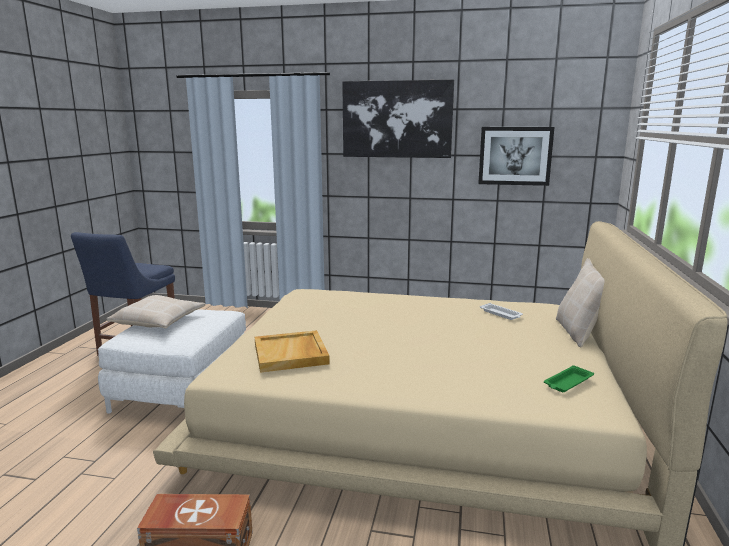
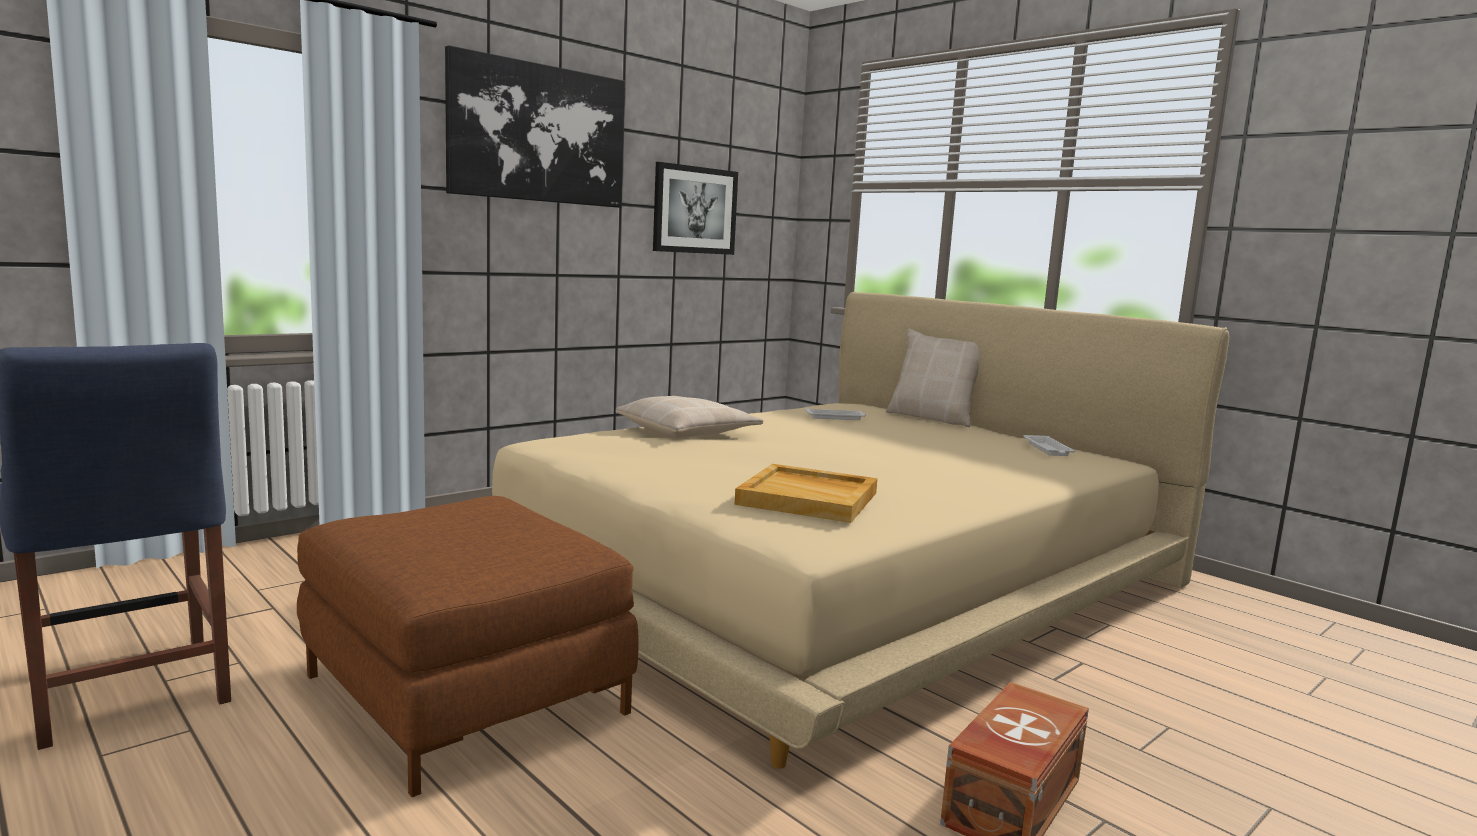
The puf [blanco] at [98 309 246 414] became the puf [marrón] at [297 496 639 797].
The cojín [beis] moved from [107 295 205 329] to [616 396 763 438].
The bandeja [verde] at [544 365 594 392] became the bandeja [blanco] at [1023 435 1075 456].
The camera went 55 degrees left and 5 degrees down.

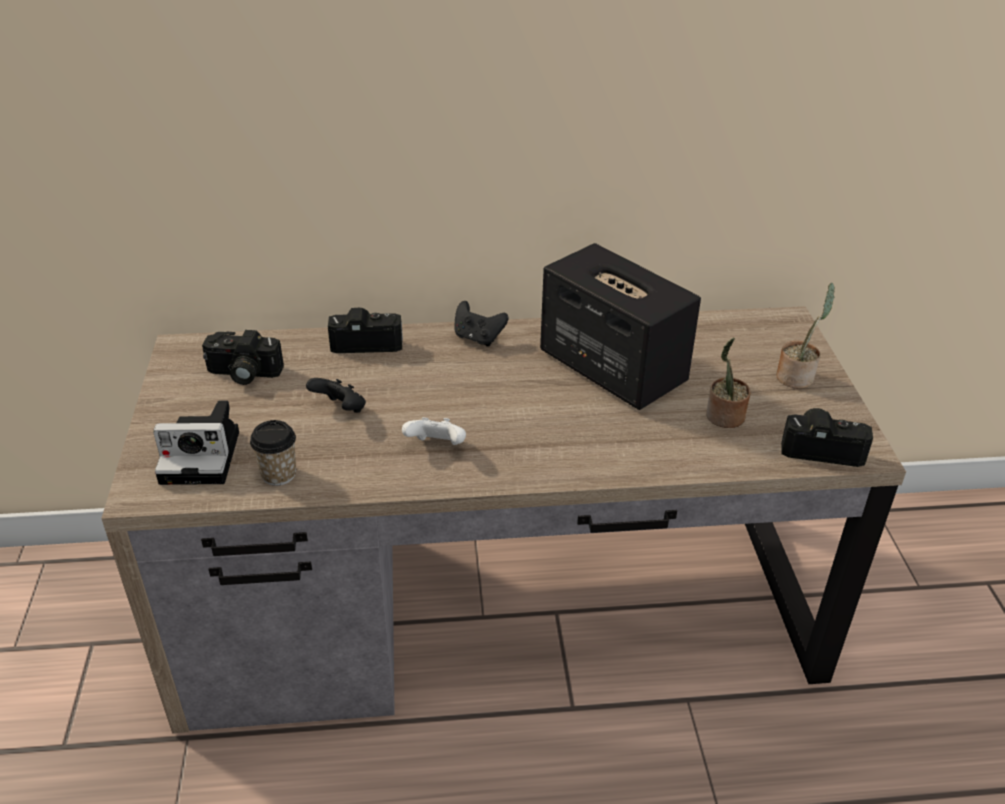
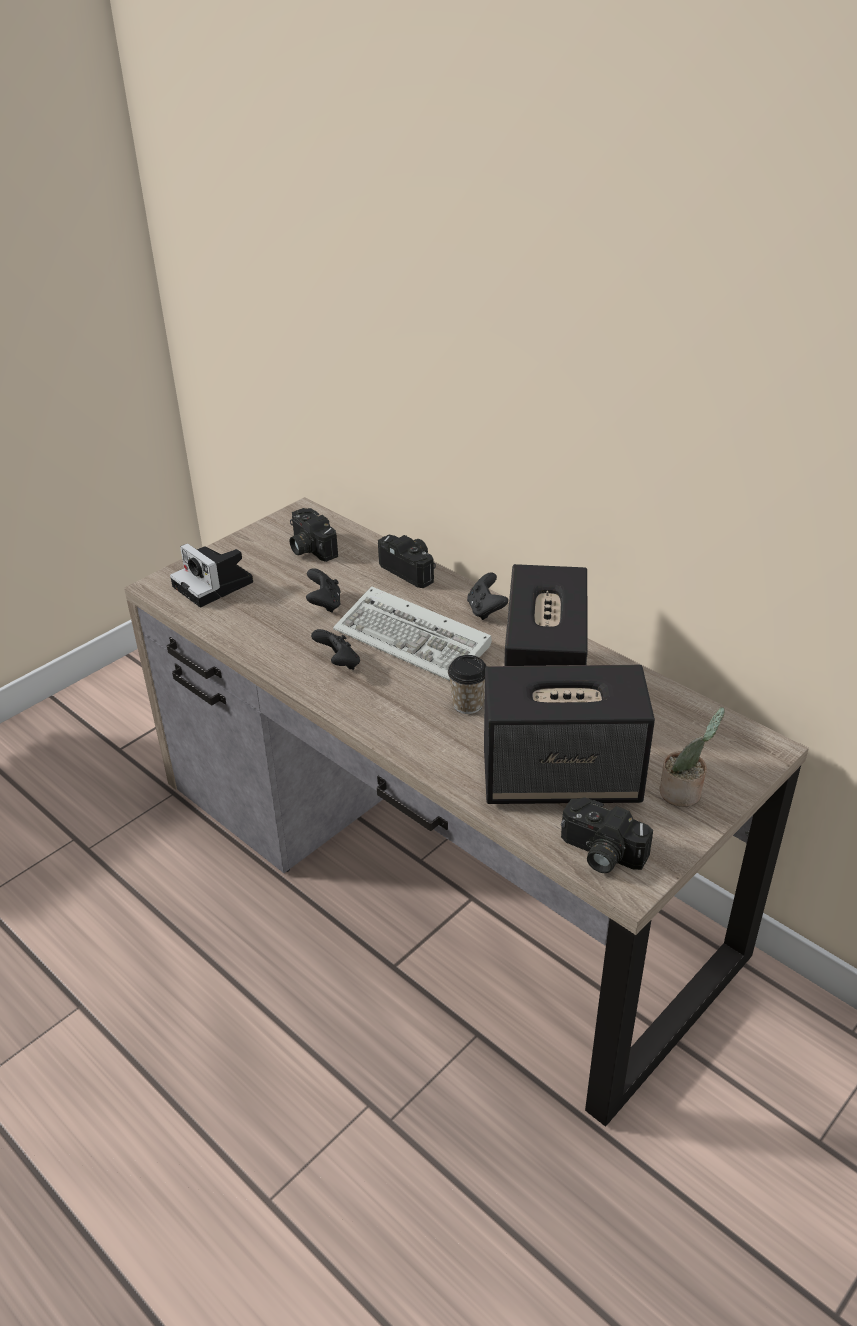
The taza moved from [250 420 296 486] to [448 655 487 714].
The mando de consola [blanco] at [402 417 466 445] became the mando de consola [negro] at [311 629 360 670].
The planta en maceta at [706 338 751 428] was replaced by the altavoz at [484 665 655 804].
The cámara at [781 408 873 467] turned 150 degrees clockwise.
The teclado at [333 586 492 681] appeared.
The camera went 50 degrees right and 0 degrees up.

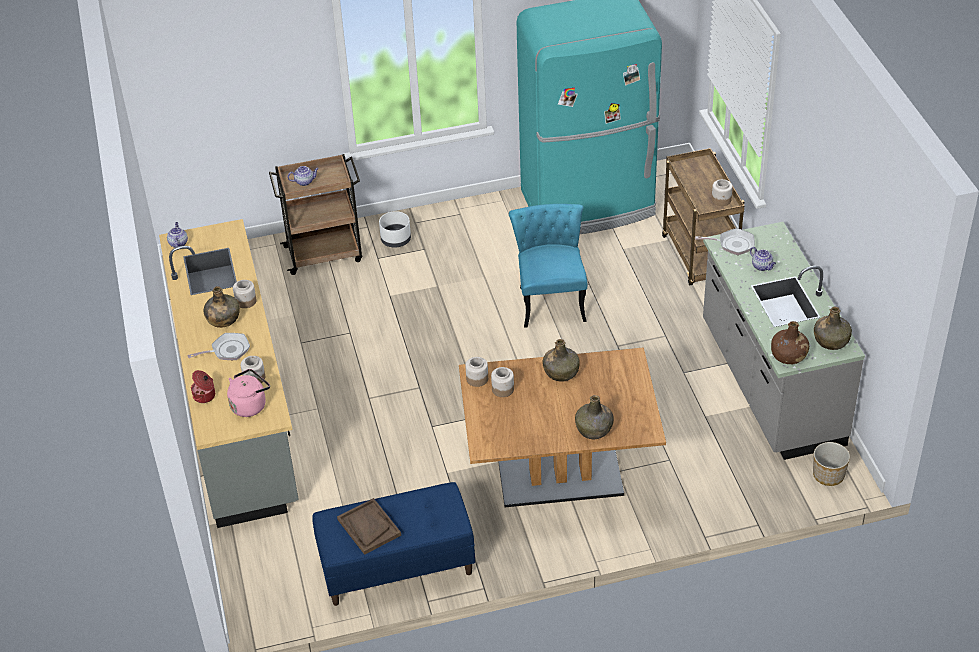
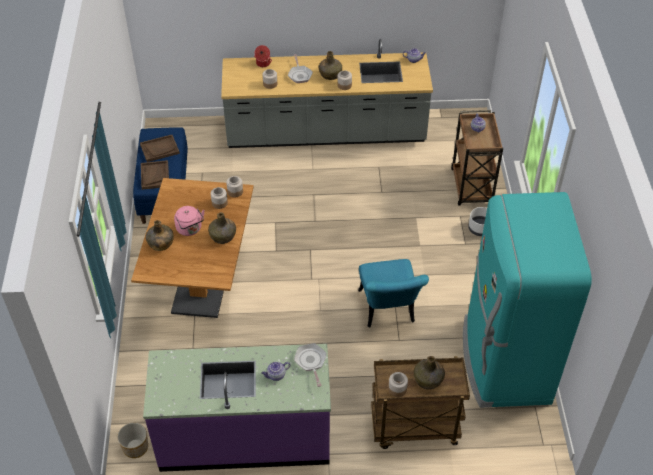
The hervidor [rosa] moved from [227 369 270 417] to [174 206 205 236].
The silla [turquesa] at [509 204 587 328] turned 75 degrees clockwise.
The sartén at [695 228 755 255] turned 150 degrees clockwise.
The mueble bajo de cocina [gris] at [703 222 865 460] became the mueble bajo de cocina [morado] at [143 344 331 472].
The botella [marrón] at [771 321 809 365] disappeared.
The botella [verde] moved from [814 307 852 350] to [414 356 445 390].
The bandeja [marrón] at [141 160 169 190] appeared.
The camera went 100 degrees right and 5 degrees up.

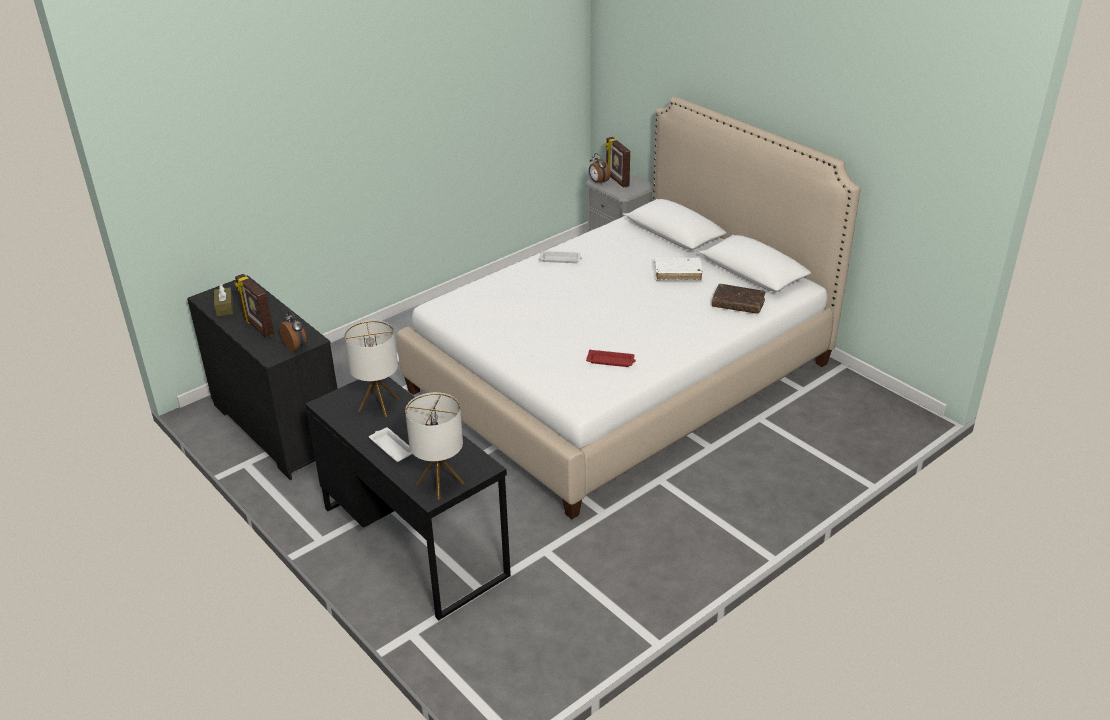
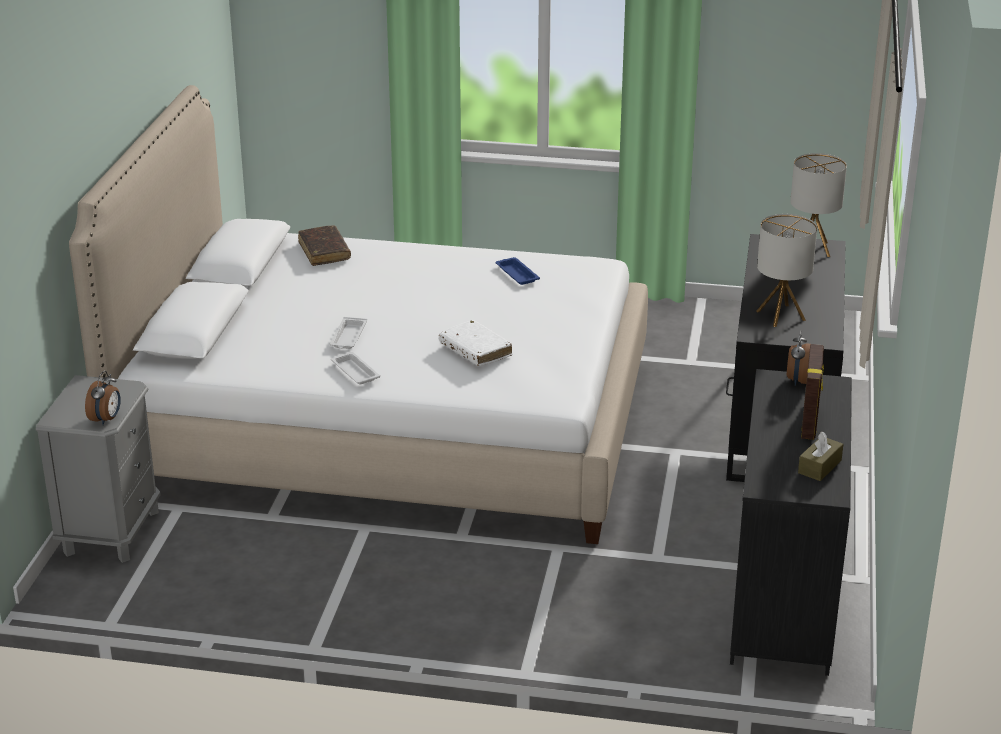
The bandeja [blanco] moved from [369 428 412 462] to [330 317 367 349].
The bandeja [rojo] at [586 349 636 367] became the bandeja [azul] at [496 257 540 285].
The portarretratos at [605 137 630 188] disappeared.
The libro [blanco] moved from [654 257 703 281] to [439 320 513 366].
The camera went 130 degrees left and 5 degrees down.

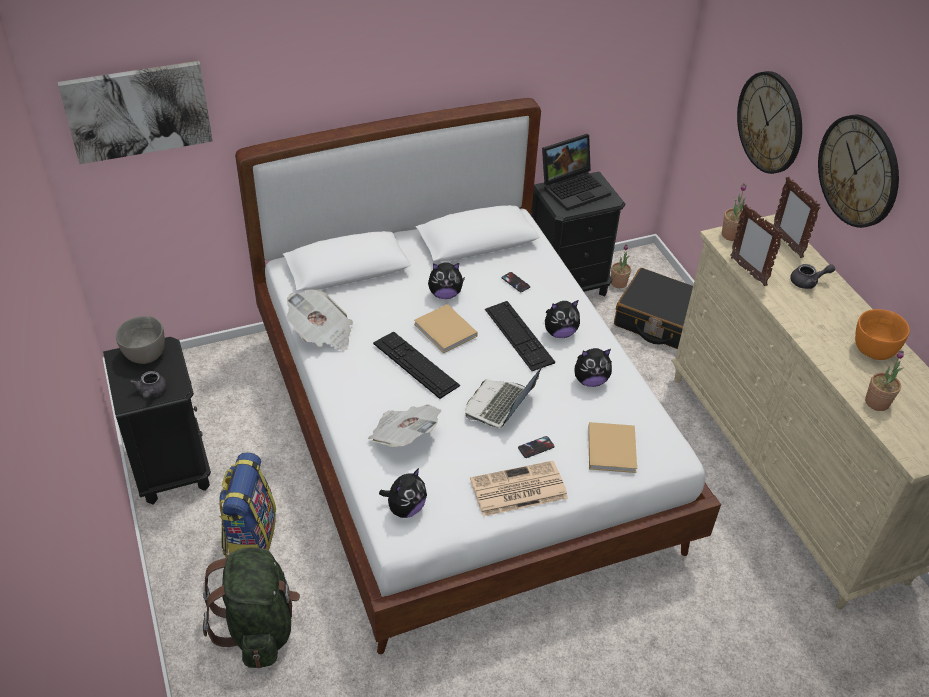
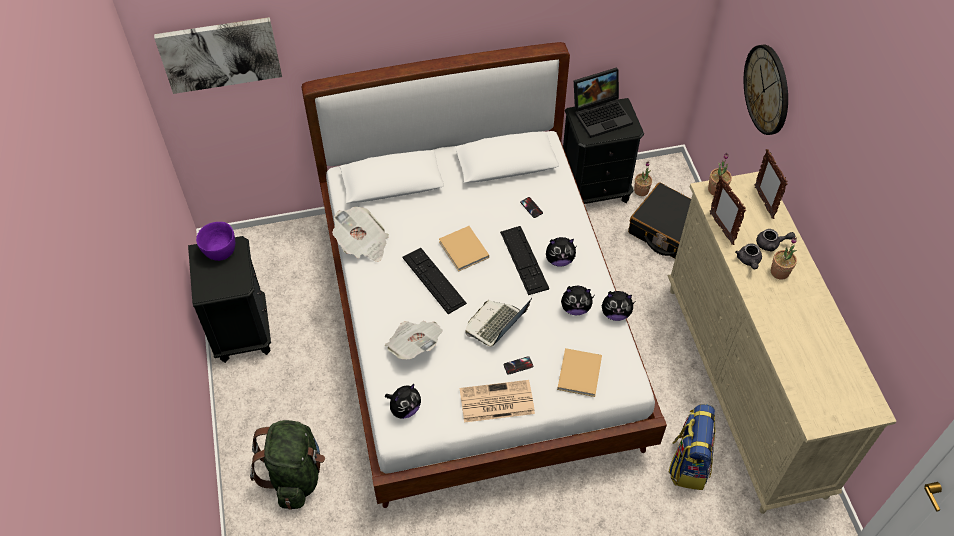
The cuenco [gris] at [116 316 165 364] became the cuenco [morado] at [196 222 235 261].
The tetera [gris] moved from [129 371 167 399] to [735 243 762 269].
The mochila moved from [219 453 276 558] to [669 404 716 490].
The peluche moved from [428 262 465 299] to [602 291 635 321].
The reloj de pared at [818 115 899 228] disappeared.
The cuenco [naranja] at [855 309 910 360] disappeared.
The planta en maceta moved from [865 351 904 411] to [771 237 797 280].
The camera went 10 degrees right and 10 degrees up.

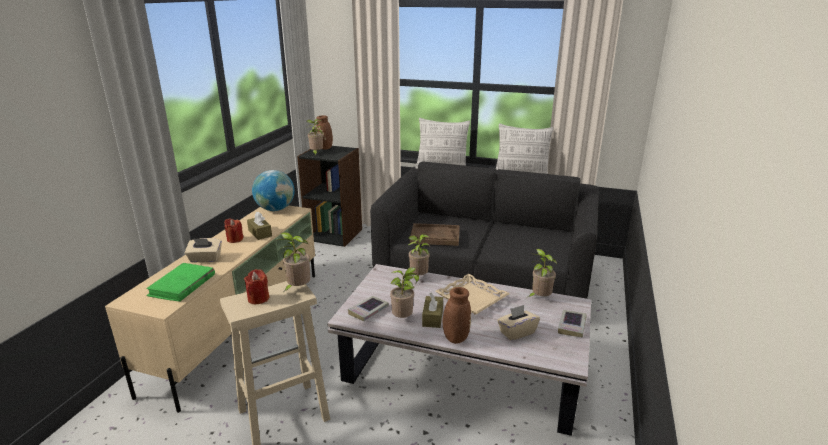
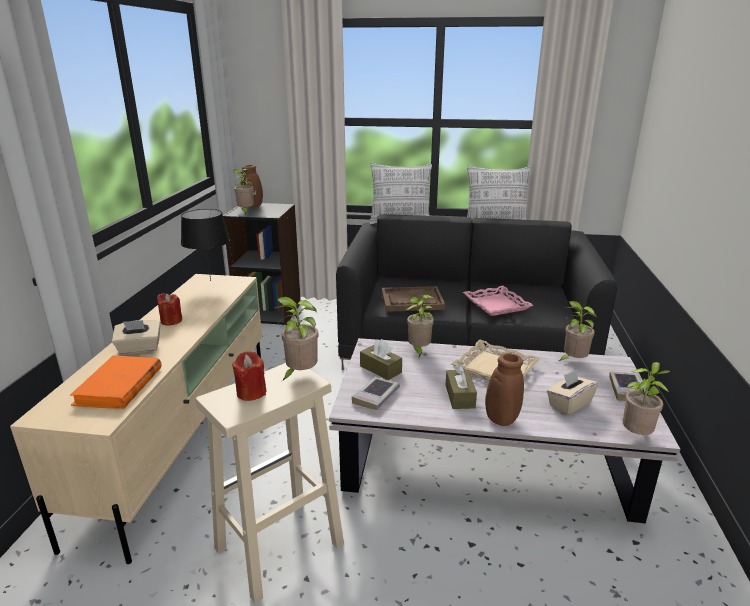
The libro [verde] at [146 263 215 302] became the libro [naranja] at [70 356 162 409].
The caja de pañuelos [marrón] moved from [247 212 272 240] to [360 339 402 380].
The globo terráqueo at [252 170 295 211] was replaced by the lámpara de mesa [negro] at [181 209 230 281].
The planta en maceta moved from [390 267 416 318] to [623 362 670 435].
The bandeja [rosa] at [463 286 534 316] appeared.
The camera went 10 degrees left and 0 degrees up.

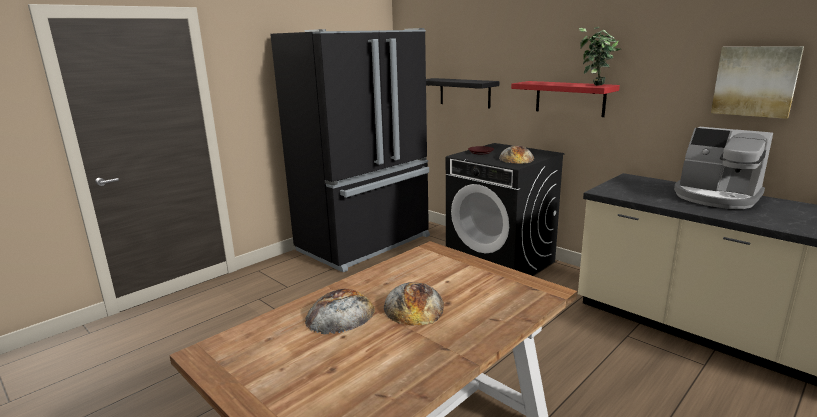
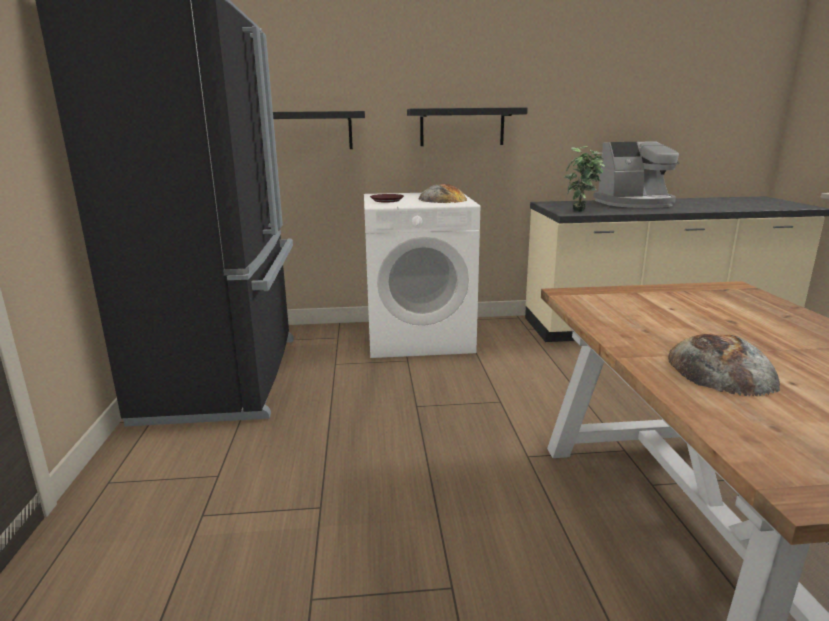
The pan at [384 282 444 325] disappeared.
The lavadora [negro] at [446 143 565 276] became the lavadora [blanco] at [364 193 480 358].
The estante [rojo] at [511 81 620 117] became the estante [negro] at [407 107 528 146].
The planta en maceta moved from [579 27 621 86] to [564 146 605 212].
The cuadro at [711 46 804 119] disappeared.
The camera went 50 degrees left and 0 degrees up.

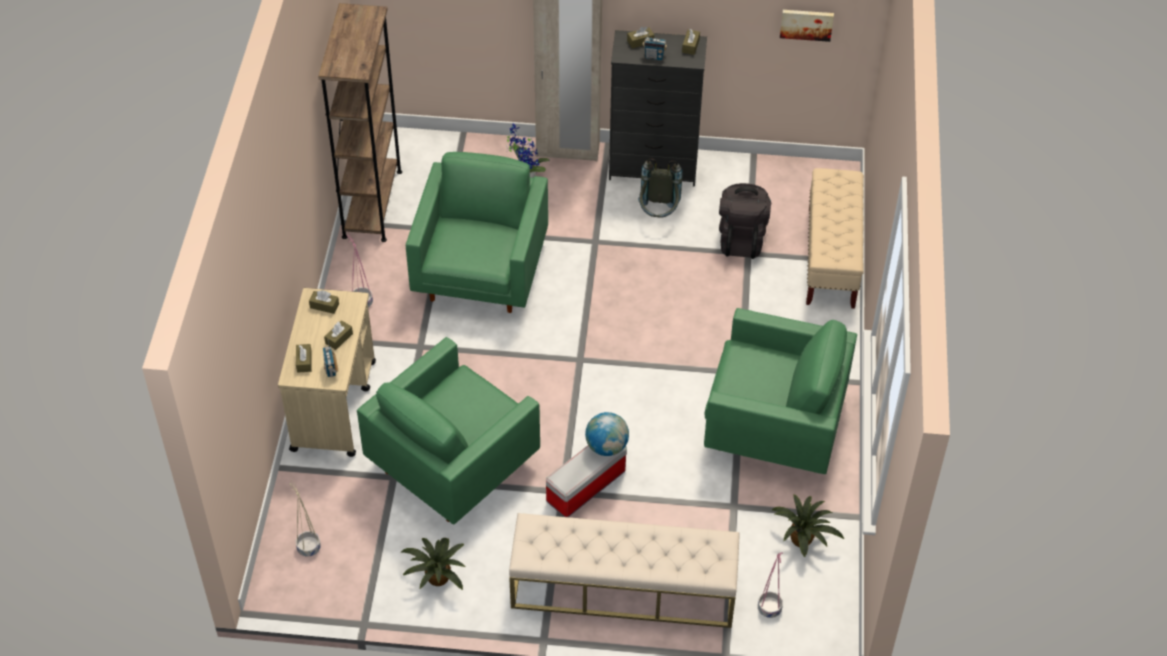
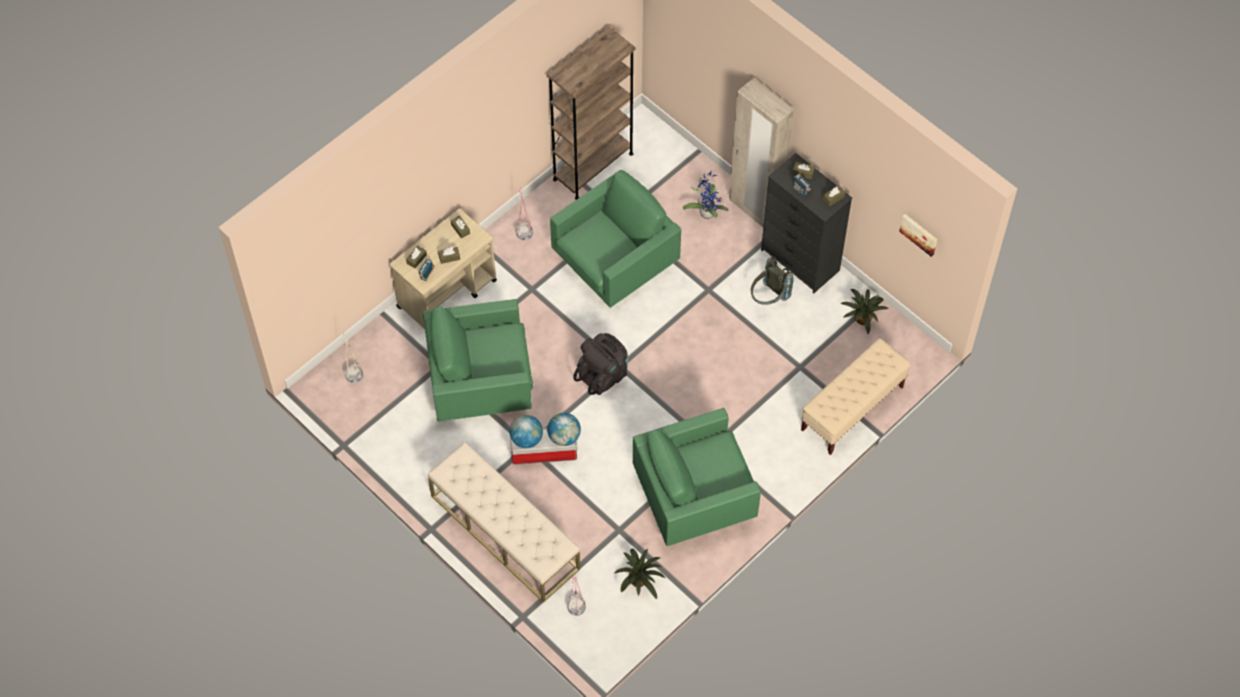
The planta en maceta moved from [401 538 465 590] to [841 289 889 335].
The sillón [verde] at [704 308 857 474] turned 105 degrees clockwise.
The mochila [negro] moved from [719 183 771 259] to [573 333 628 395].
The globo terráqueo at [510 415 543 448] appeared.
The camera went 40 degrees right and 10 degrees up.

